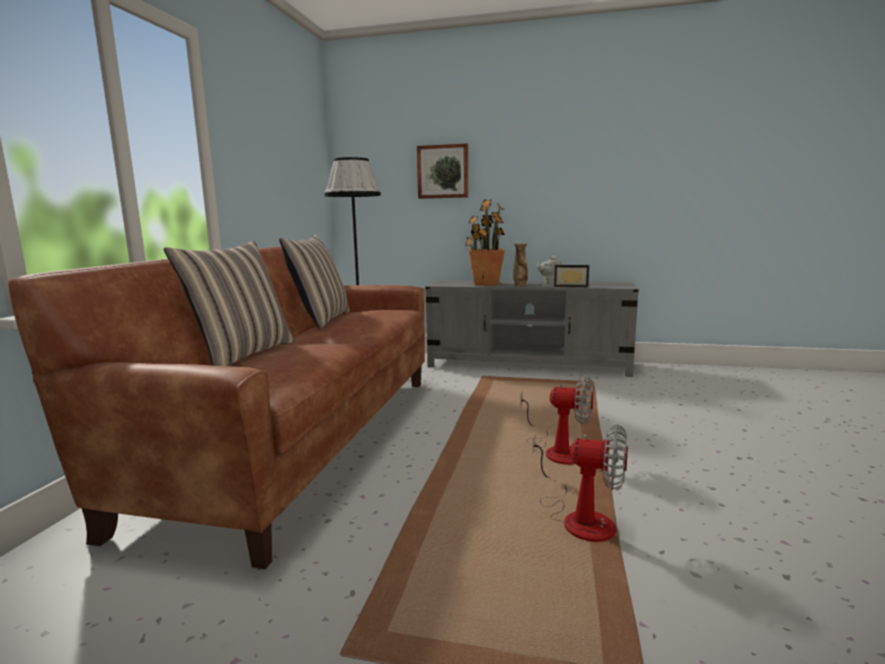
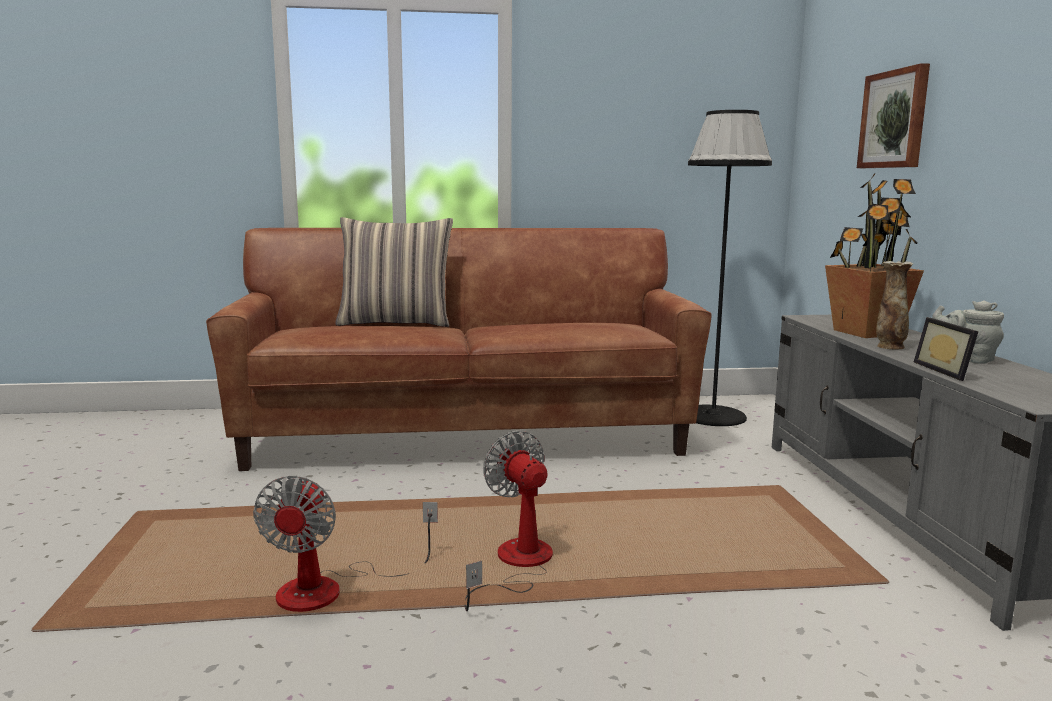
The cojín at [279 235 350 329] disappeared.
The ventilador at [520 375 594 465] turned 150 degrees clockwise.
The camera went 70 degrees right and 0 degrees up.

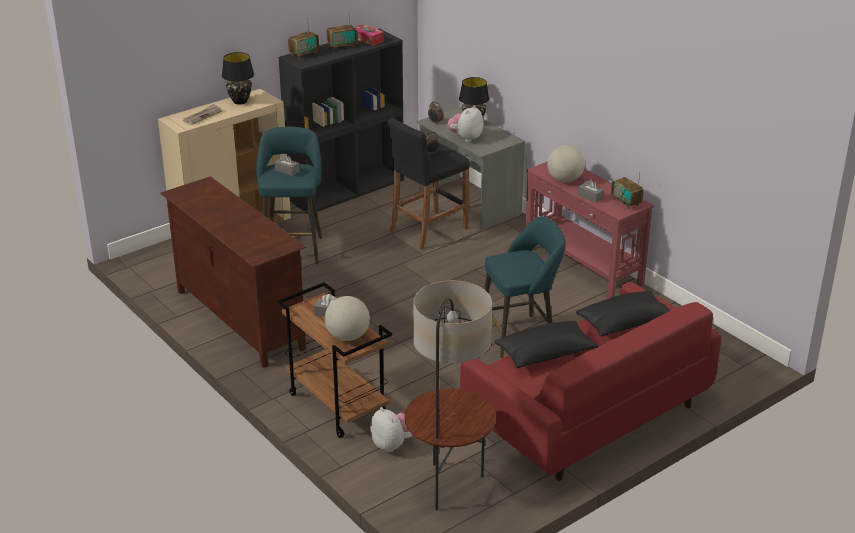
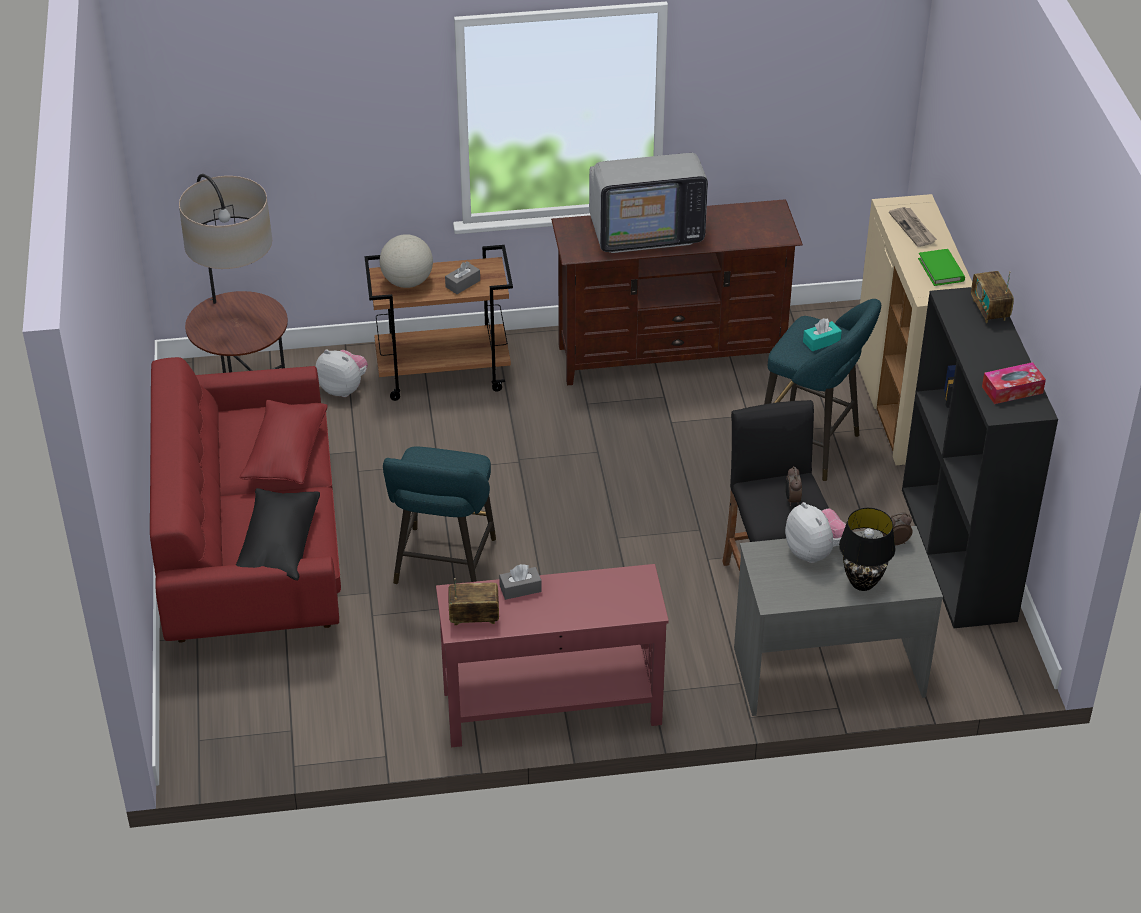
The lámpara de mesa [negro] at [222 52 254 105] was replaced by the libro [verde] at [918 249 965 286].
The caja de pañuelos [gris] at [275 154 300 176] became the caja de pañuelos [turquesa] at [803 318 842 351].
The radio at [327 20 357 50] disappeared.
The peluche at [370 407 414 452] turned 150 degrees counterclockwise.
The cojín [negro] at [495 321 599 368] became the cojín [rojo] at [240 400 328 485].
The globo terráqueo at [547 145 585 182] disappeared.
The televisor at [589 153 708 253] appeared.
The camera went 120 degrees right and 10 degrees up.

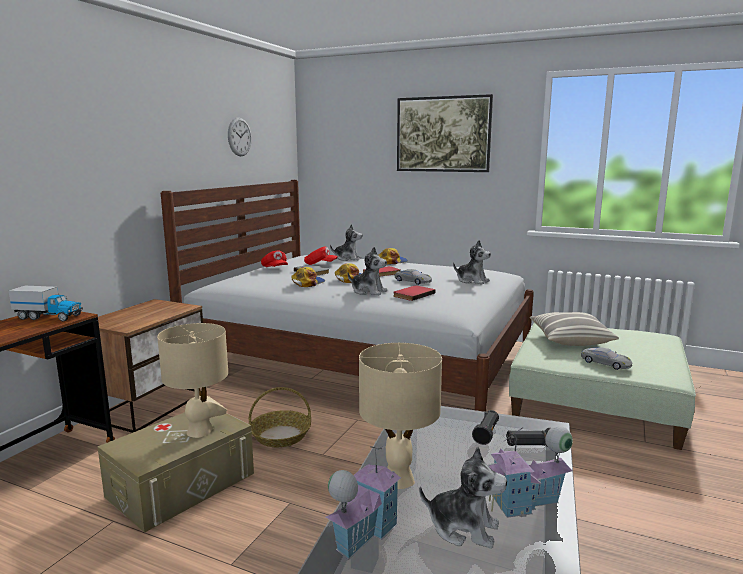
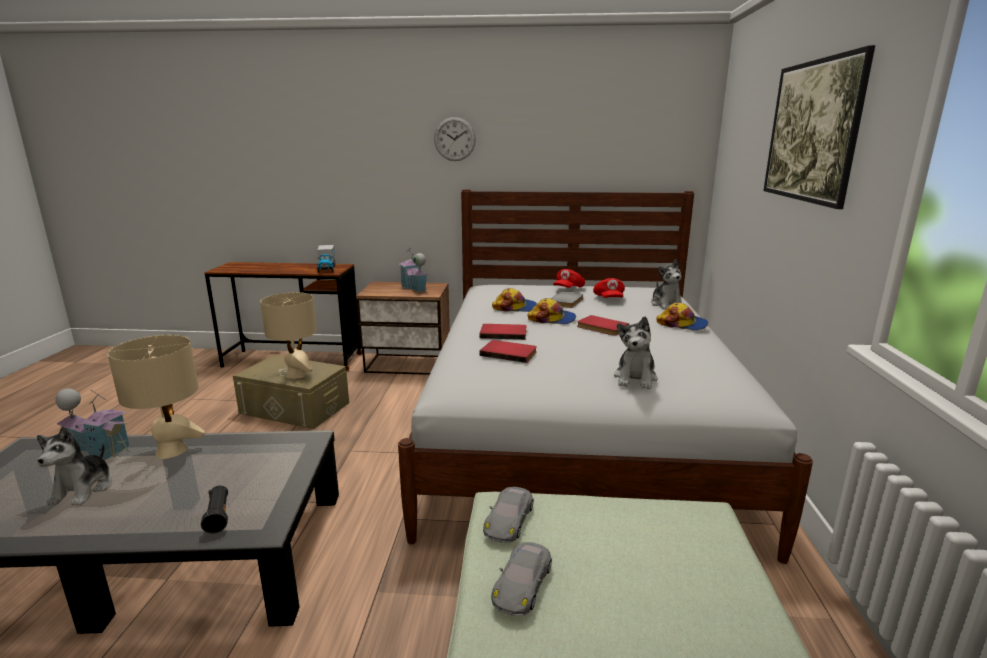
The reloj de pared moved from [228 117 252 156] to [434 117 476 161].
The cesta at [249 387 311 447] disappeared.
The peluche at [347 247 387 296] was replaced by the libro [rojo] at [480 324 526 340].
The coche de juguete [gris] moved from [395 269 432 285] to [483 487 534 543].
The linterna [negro] at [472 410 499 445] disappeared.
The casita moved from [488 426 573 518] to [400 249 428 292].
The cojín at [530 312 619 346] disappeared.
The camera went 70 degrees right and 5 degrees up.

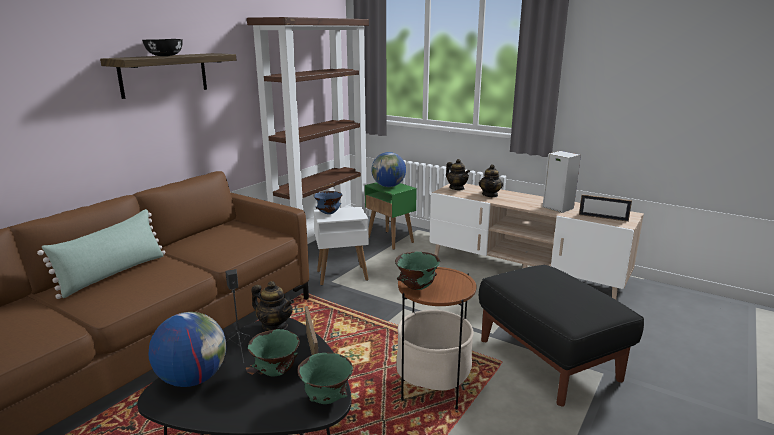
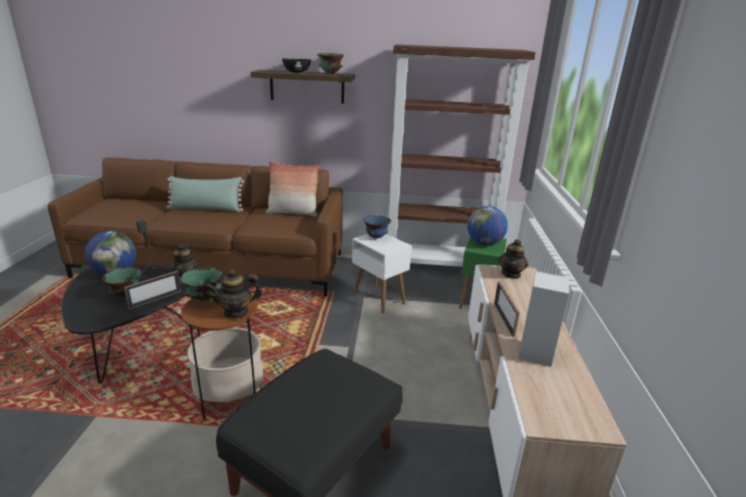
The cuenco [verde] moved from [298 353 353 404] to [317 53 344 74].
The tetera moved from [479 164 503 197] to [205 269 262 319].
The portarretratos moved from [579 194 632 222] to [494 282 520 337].
The cojín at [266 161 320 216] appeared.
The camera went 60 degrees right and 5 degrees up.

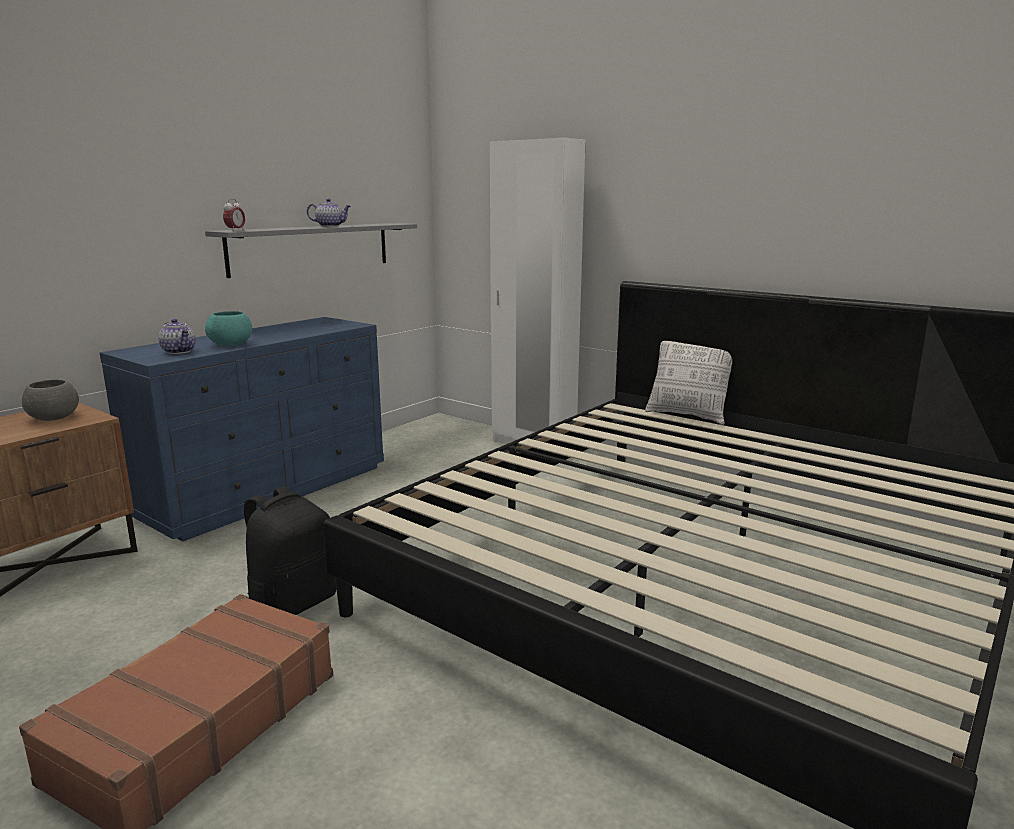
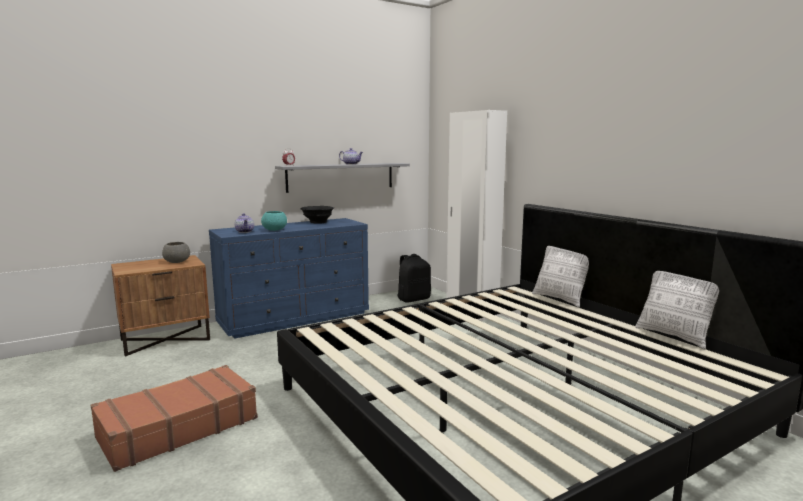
The mochila [negro] moved from [244 486 336 615] to [397 254 431 303].
The cuenco [negro] at [300 206 334 224] appeared.
The cojín at [635 271 719 350] appeared.
The camera went 20 degrees right and 5 degrees down.

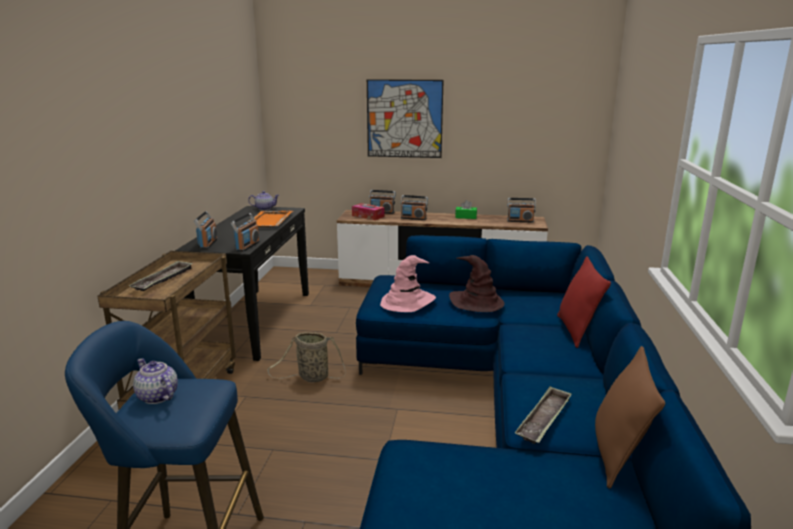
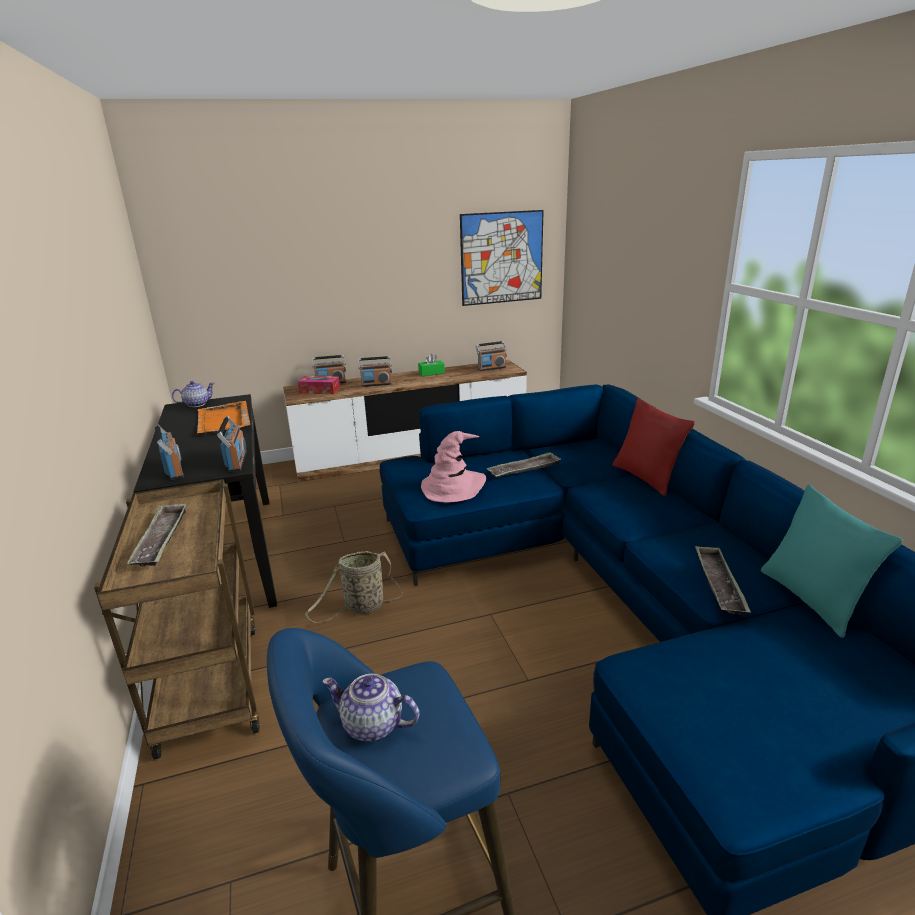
The cuadro moved from [367 79 444 158] to [460 210 544 306].
The sombrero [marrón] at [449 255 505 312] was replaced by the bandeja at [487 452 561 478].
The cojín [marrón] at [595 346 666 489] became the cojín [turquesa] at [761 484 903 638].
The camera went 25 degrees left and 5 degrees up.

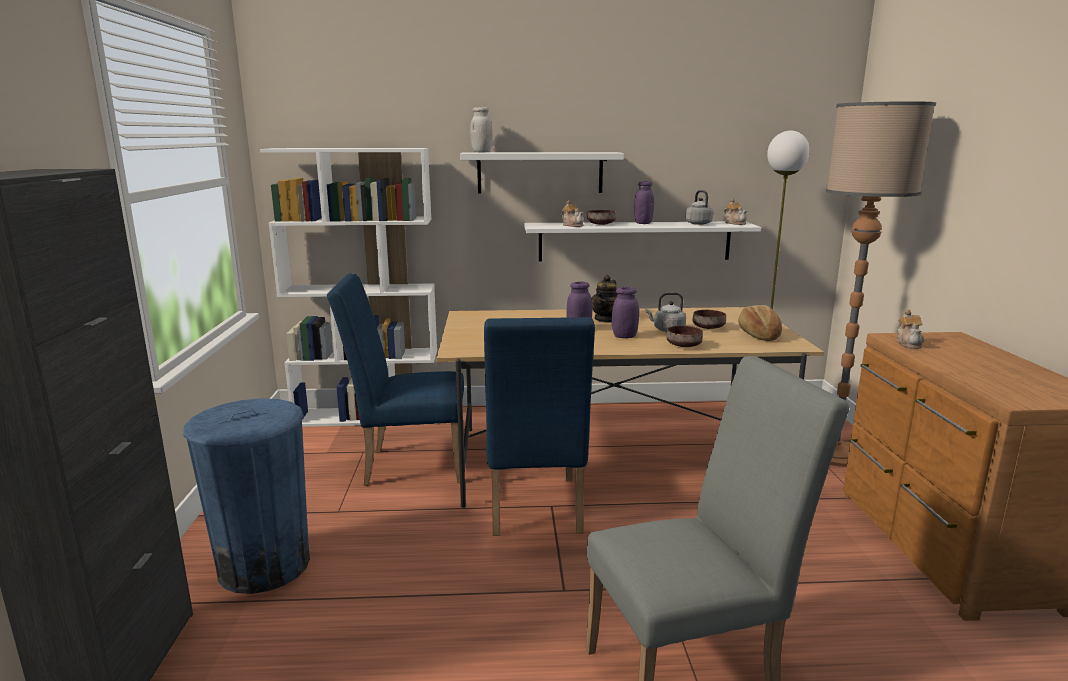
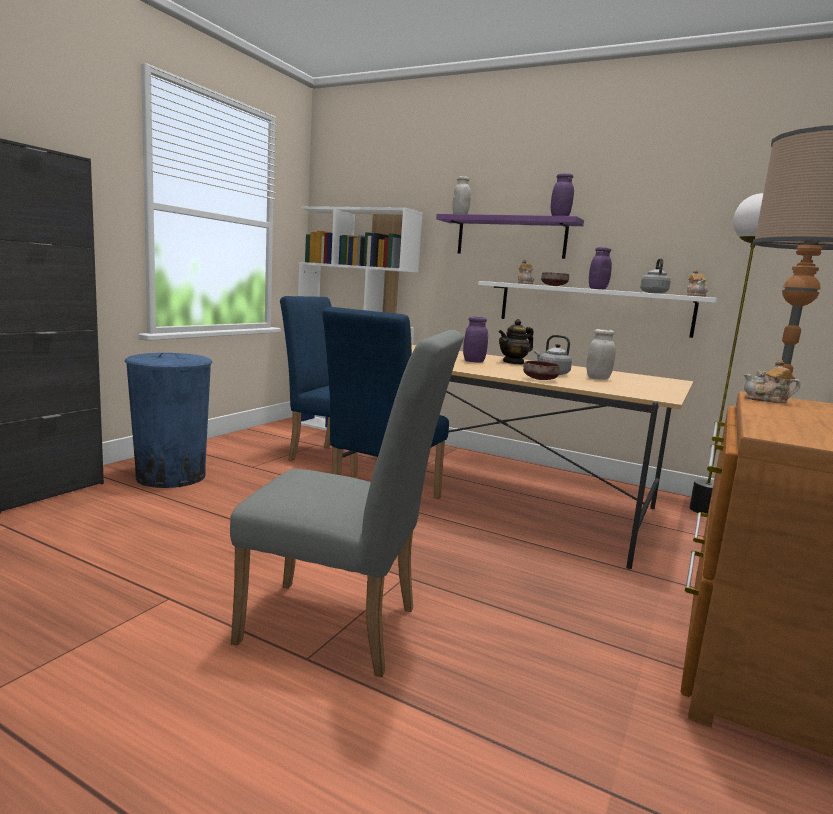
The estante [blanco] at [460 152 624 194] became the estante [morado] at [436 214 584 259].
The tarro [morado] moved from [612 287 639 338] to [551 173 574 216].
The cuenco [marrón] at [693 310 726 329] was replaced by the tarro [blanco] at [586 329 615 380].
The pan at [738 305 782 341] disappeared.
The tetera at [896 310 924 349] turned 60 degrees clockwise.
The camera went 30 degrees right and 5 degrees down.

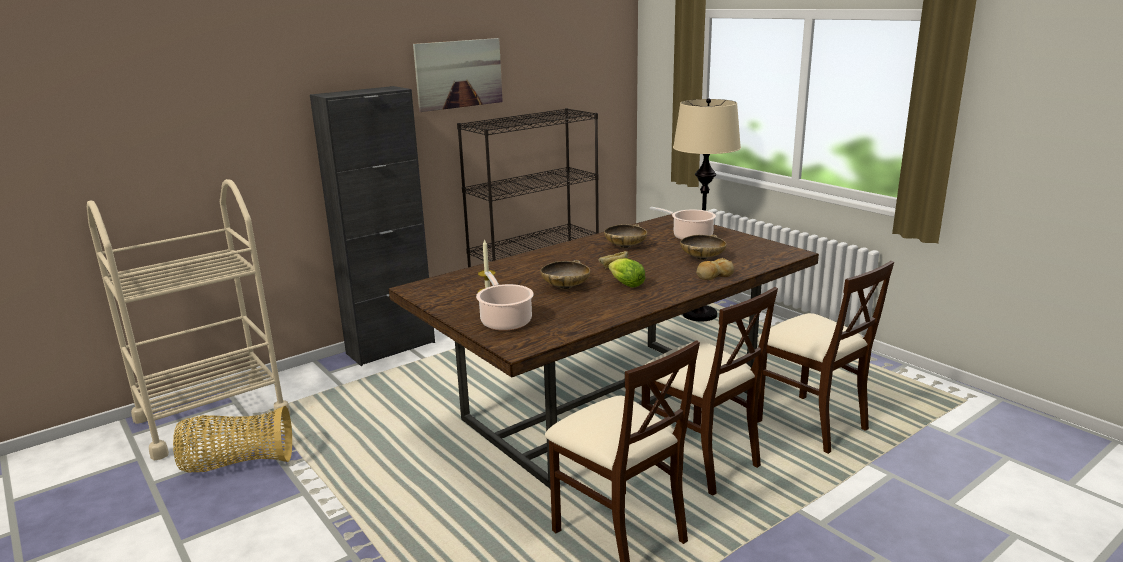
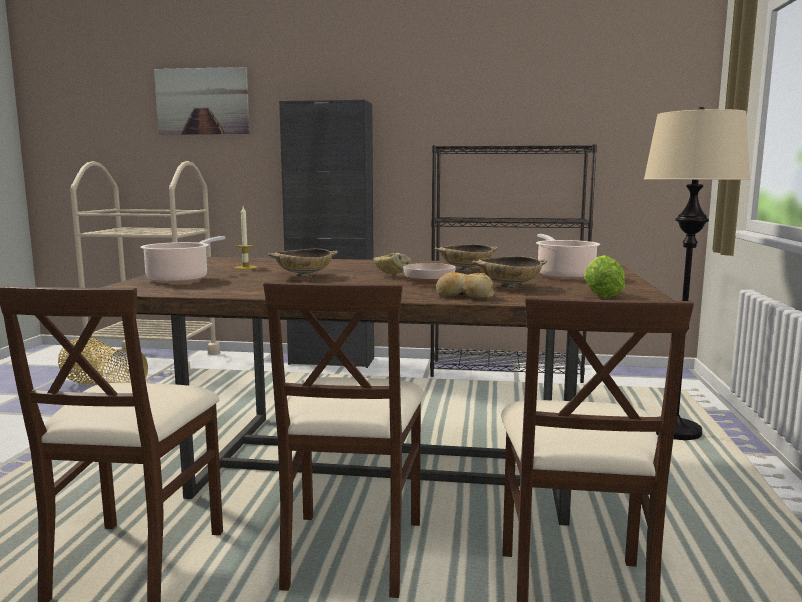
The cuadro moved from [413 38 503 112] to [154 67 250 135].
The lechuga moved from [608 258 646 287] to [584 255 625 298].
The cuenco at [403 263 456 285] appeared.
The camera went 45 degrees right and 10 degrees down.

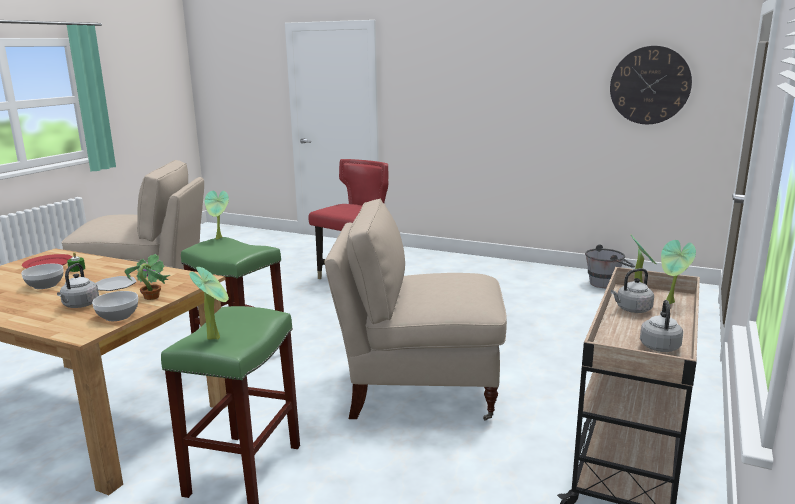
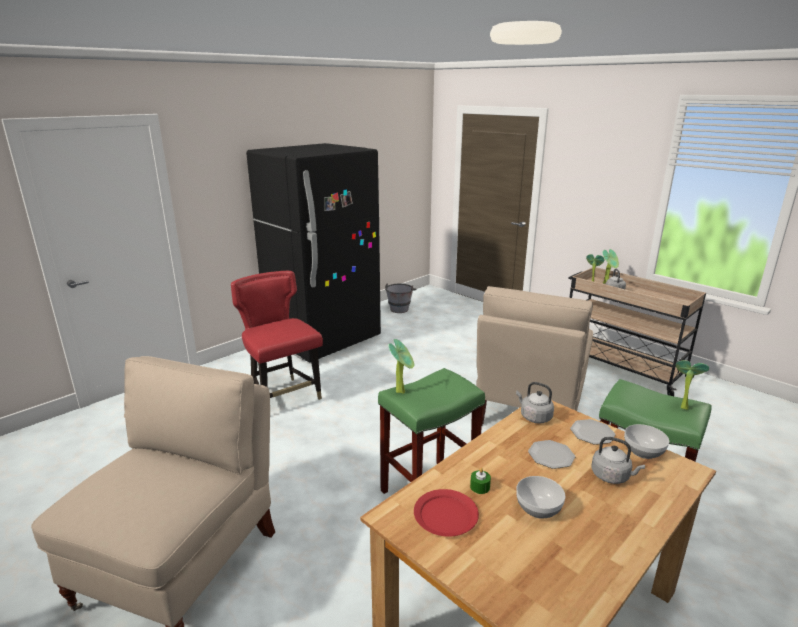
The planta en maceta at [125 254 170 300] was replaced by the plato at [570 419 615 445].
The reloj de pared at [610 46 692 124] disappeared.
The hervidor [gris] moved from [640 300 683 352] to [516 382 554 424].
The nevera [negro] at [246 143 381 363] appeared.
The camera went 70 degrees left and 5 degrees up.

